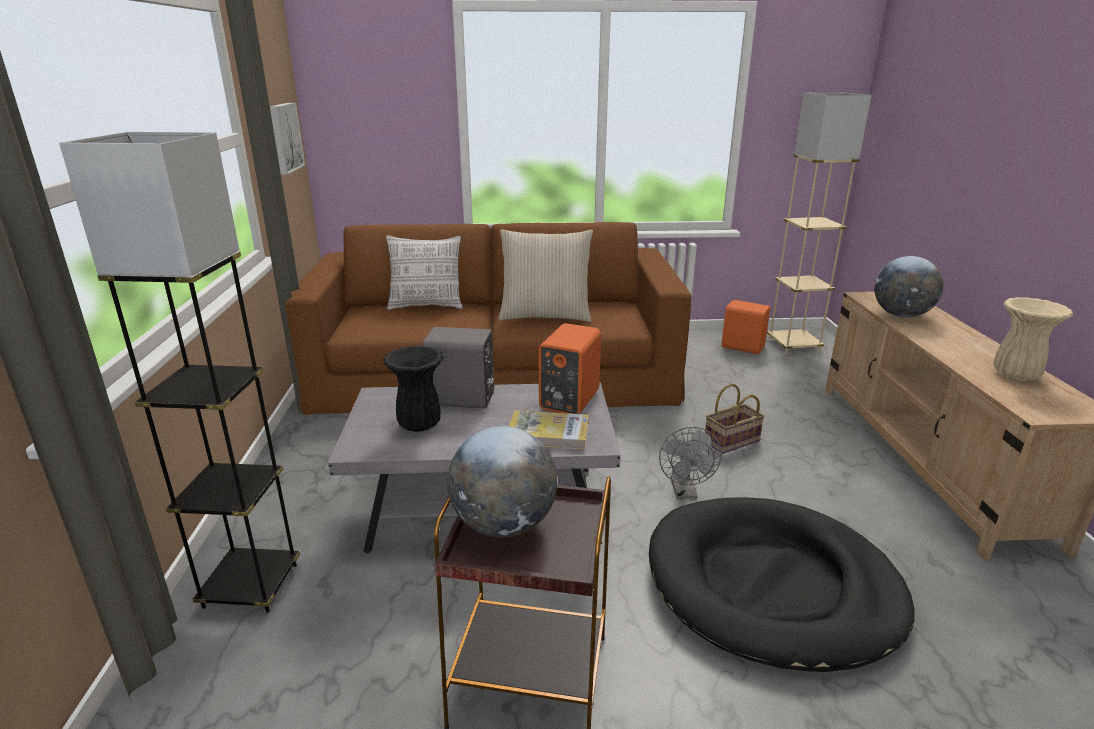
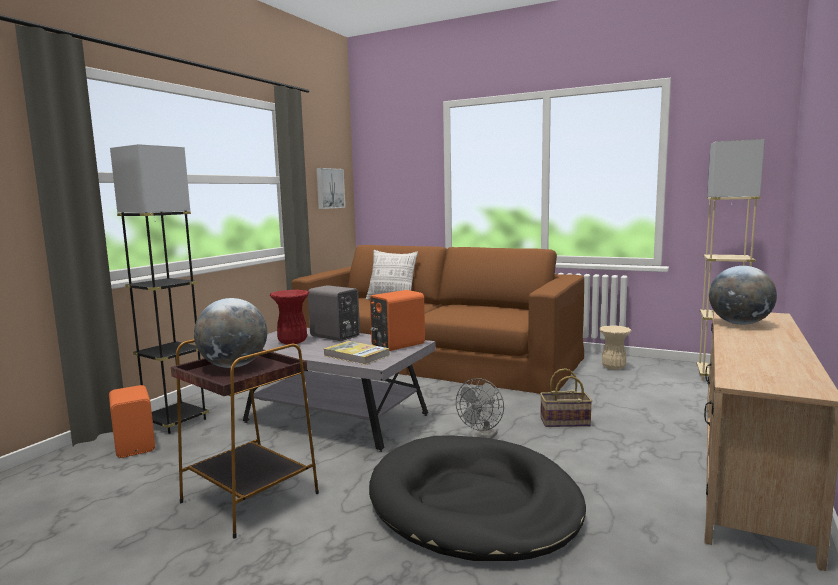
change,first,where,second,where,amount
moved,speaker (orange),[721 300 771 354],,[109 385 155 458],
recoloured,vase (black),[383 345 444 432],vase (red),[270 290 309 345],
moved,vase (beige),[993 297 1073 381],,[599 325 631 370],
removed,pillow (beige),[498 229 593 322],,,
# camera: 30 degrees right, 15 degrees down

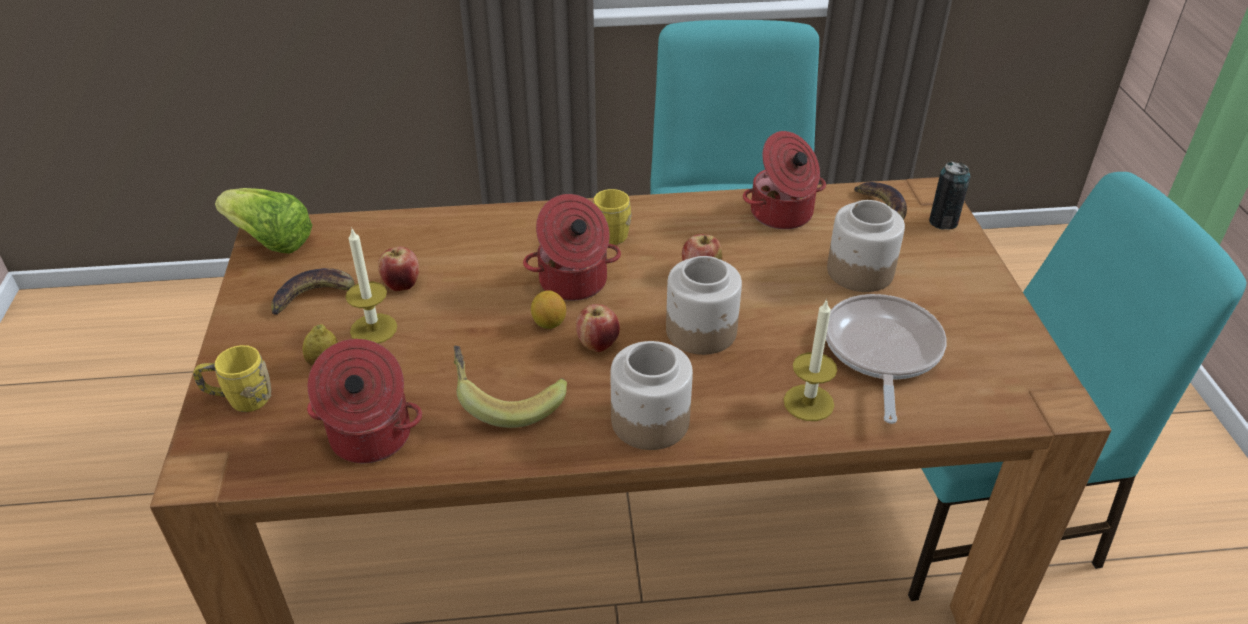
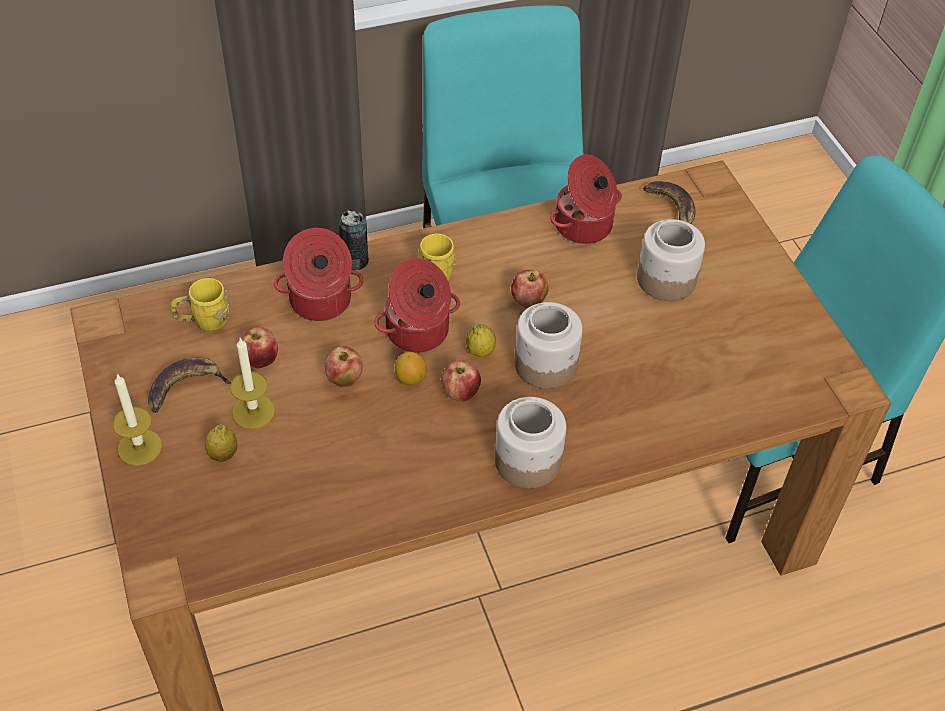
change,first,where,second,where,amount
moved,candle,[784 298 837 421],,[113 374 162 466],
moved,mug (yellow),[193 345 271 412],,[170 278 230 331],
moved,cooking pot,[307 339 422 463],,[274 228 364 321],
added,,,apple,[325 346 363 387],
moved,can,[929 161 970 230],,[339 210 369 270],
added,,,lemon,[466 323 496 357],
removed,lettuce,[215 188 312 254],,,
removed,banana,[454 345 567 428],,,
removed,frying pan,[826 294 947 424],,,
# camera: 15 degrees left, 10 degrees up

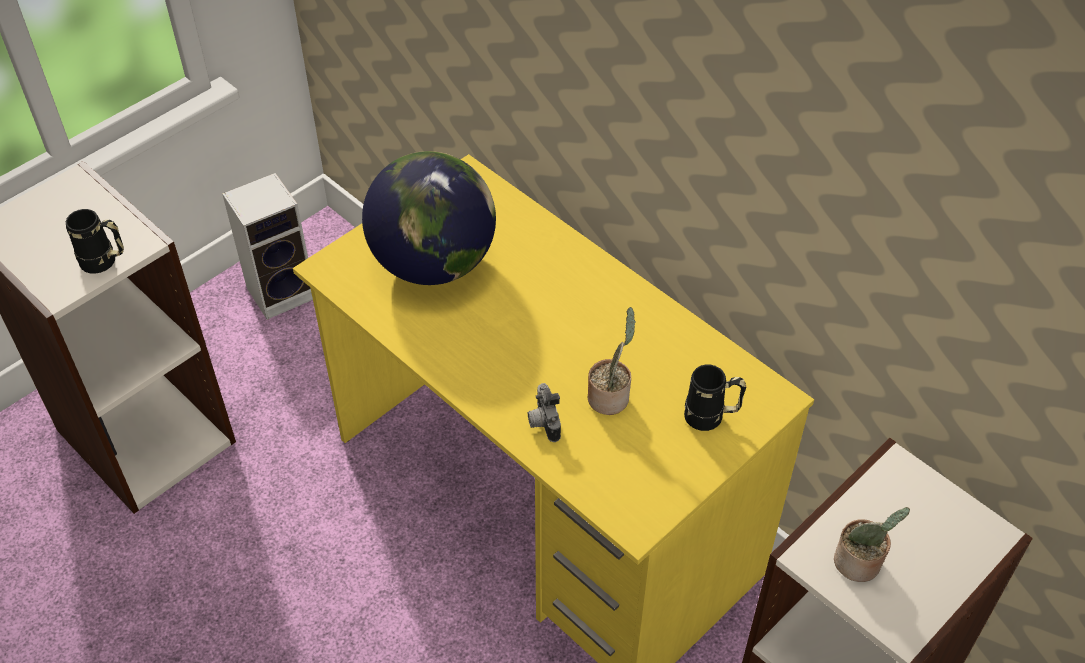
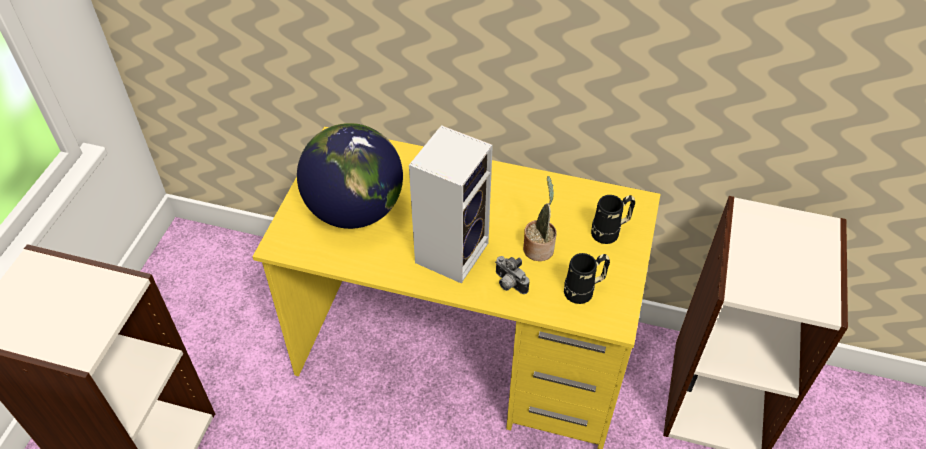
change,first,where,second,where,amount
moved,speaker,[222 173 313 320],,[409 125 493 284],
moved,mug (black),[66 209 124 274],,[564 253 610 304],
removed,potted plant,[834 507 910 582],,,
# camera: 30 degrees left, 0 degrees up

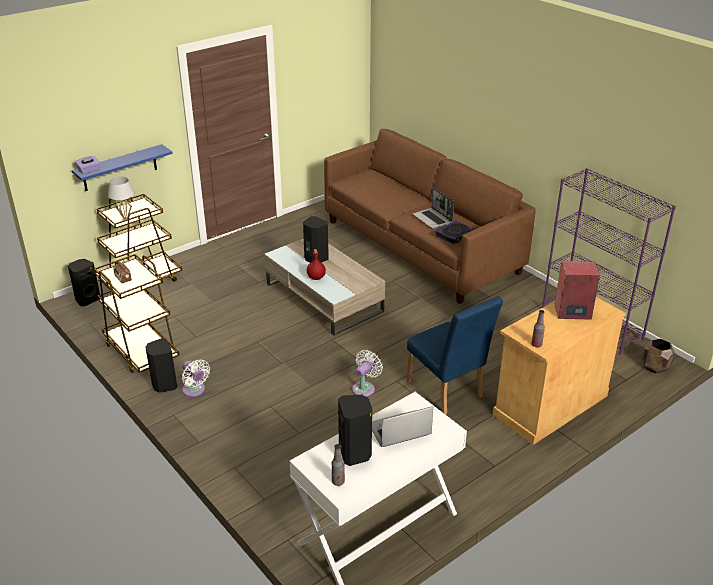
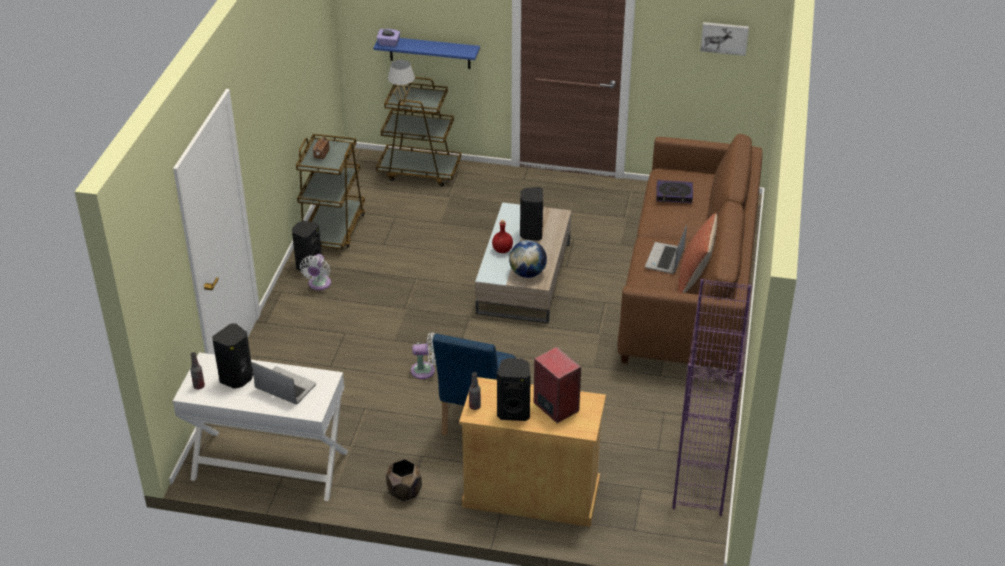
change,first,where,second,where,amount
moved,planter (brown),[642 339 675 373],,[386 459 422 501],
moved,speaker (black),[68 259 101 306],,[497 358 531 421],
added,,,globe,[509 240 547 278],
moved,book,[435 220 474 244],,[656 180 693 204],
added,,,pillow,[678 213 717 293],
added,,,picture,[700 22 749 56],
# camera: 50 degrees right, 5 degrees up

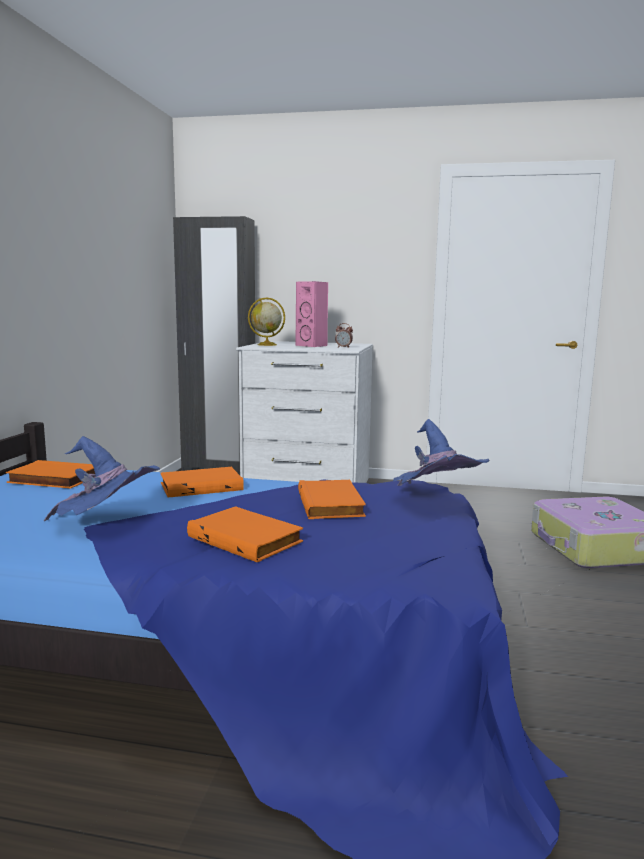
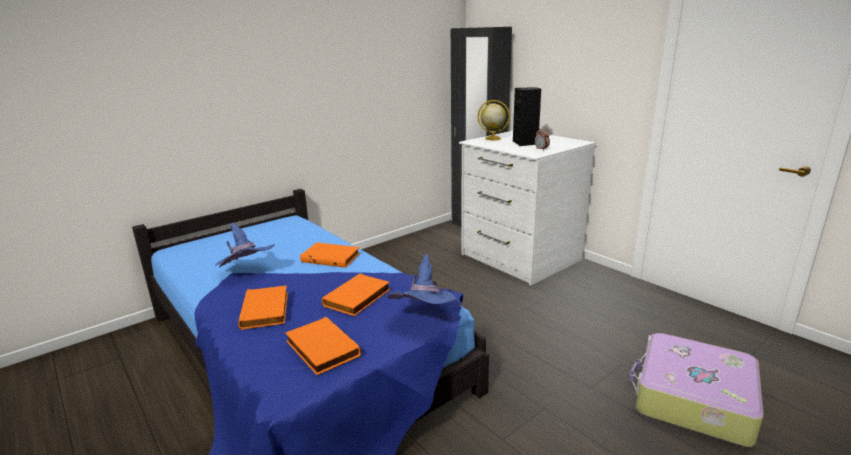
change,first,where,second,where,amount
moved,book (orange),[6 460 95 488],,[286 317 361 375],
recoloured,speaker (pink),[295 281 328 347],speaker (black),[513 87 541 146],
# camera: 40 degrees right, 10 degrees up

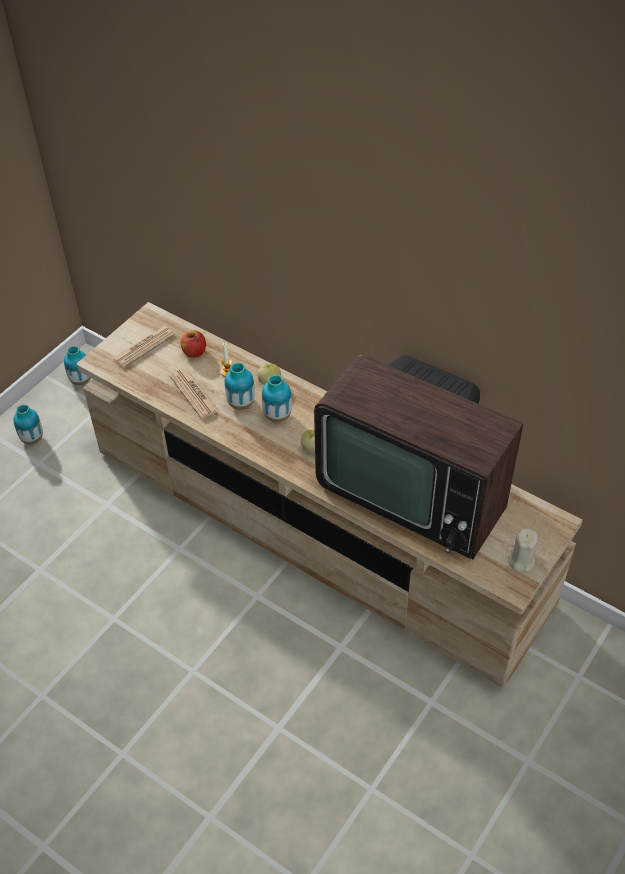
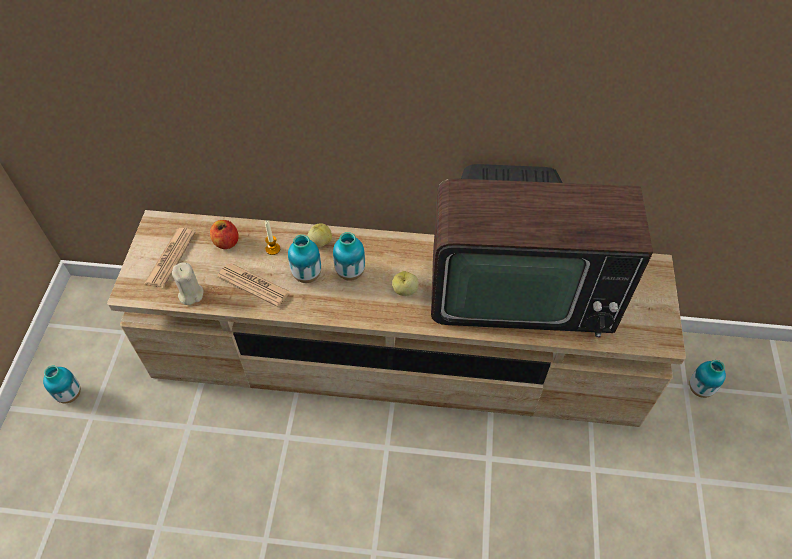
change,first,where,second,where,amount
moved,candle (beige),[508 529 538 572],,[172 262 203 305],
moved,vase,[64 346 90 385],,[689 360 726 398],
# camera: 30 degrees left, 5 degrees up

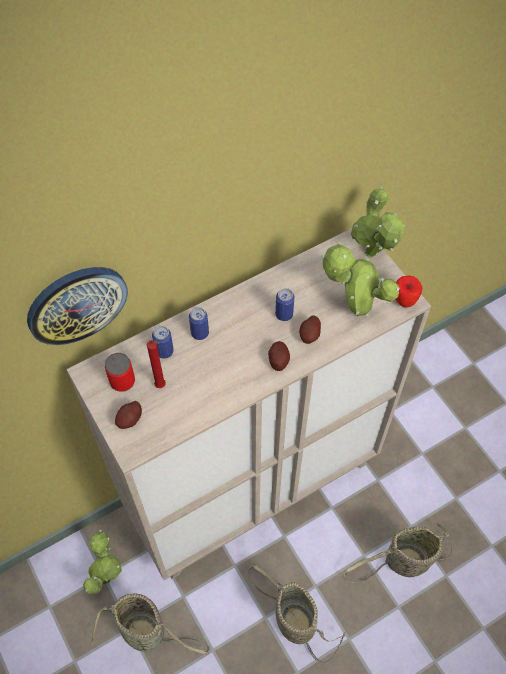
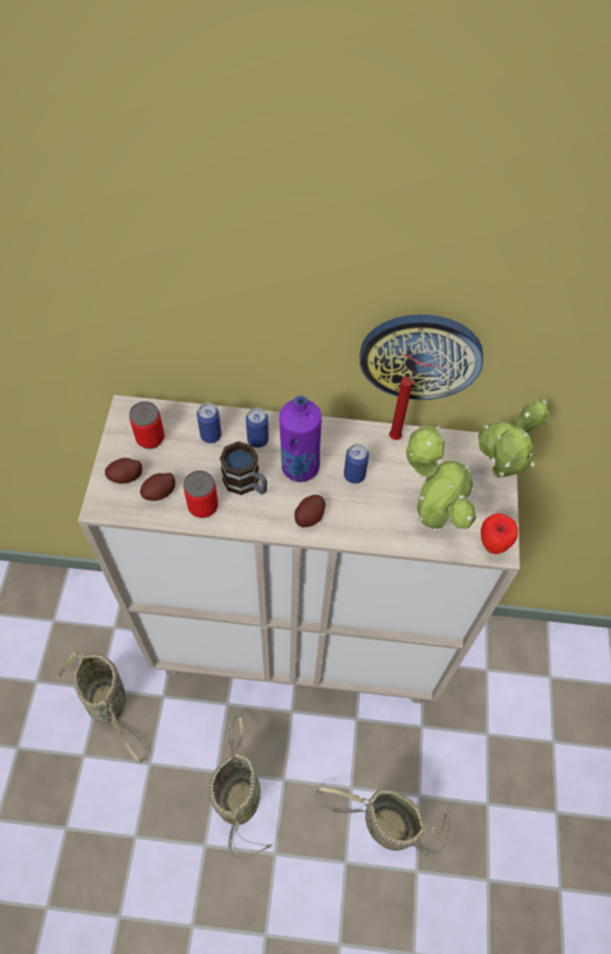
change,first,where,second,where,amount
moved,potato,[299 315 321 344],,[140 473 175 501],
added,,,can,[183 470 218 518],
added,,,mug,[220 441 267 495],
added,,,bottle (purple),[279 396 322 482],
moved,wall clock,[27 267 128 345],,[360 314 483 400],
moved,candle (red),[147 340 166 388],,[389 377 415 440],
removed,potted plant,[83 530 122 595],,,
# camera: 35 degrees right, 0 degrees up

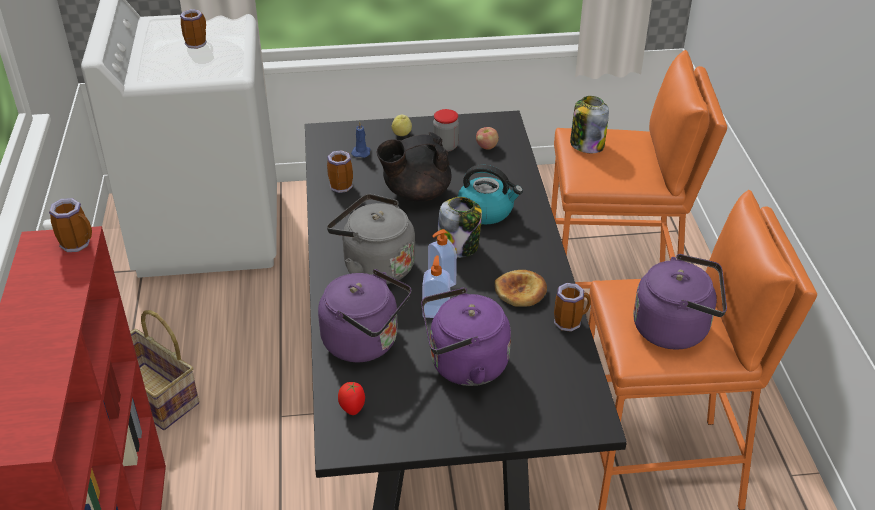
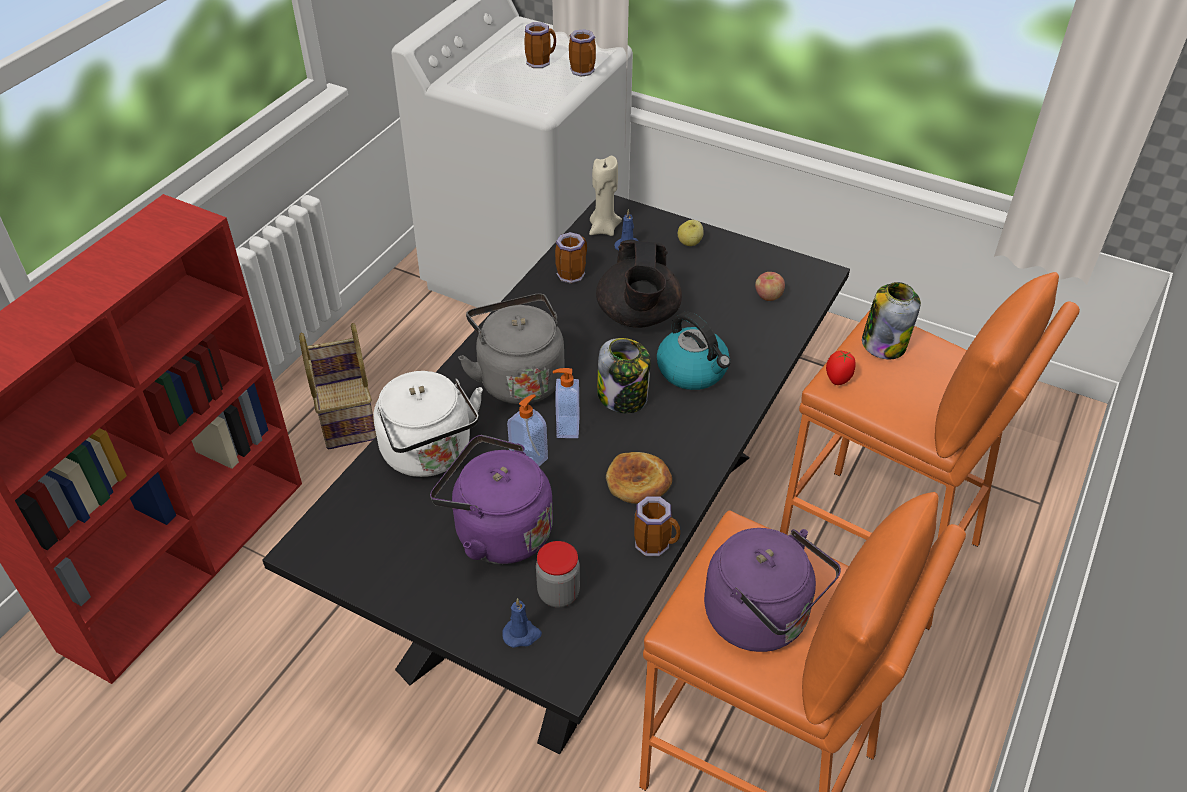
change,first,where,second,where,amount
recoloured,kettle (purple),[318 269 411 362],kettle (white),[373 371 483 477],
added,,,candle (blue),[502 598 542 648],
moved,jar,[433 109 459 152],,[536 541 580 607],
moved,mug,[49 198 92 252],,[569 29 596 77],
added,,,candle (beige),[589 156 622 236],
turned,teapot (black),[377 132 452 202],,[596 240 682 328],105 degrees counterclockwise
moved,tomato,[338 381 365 415],,[826 351 856 385],
# camera: 35 degrees right, 5 degrees up

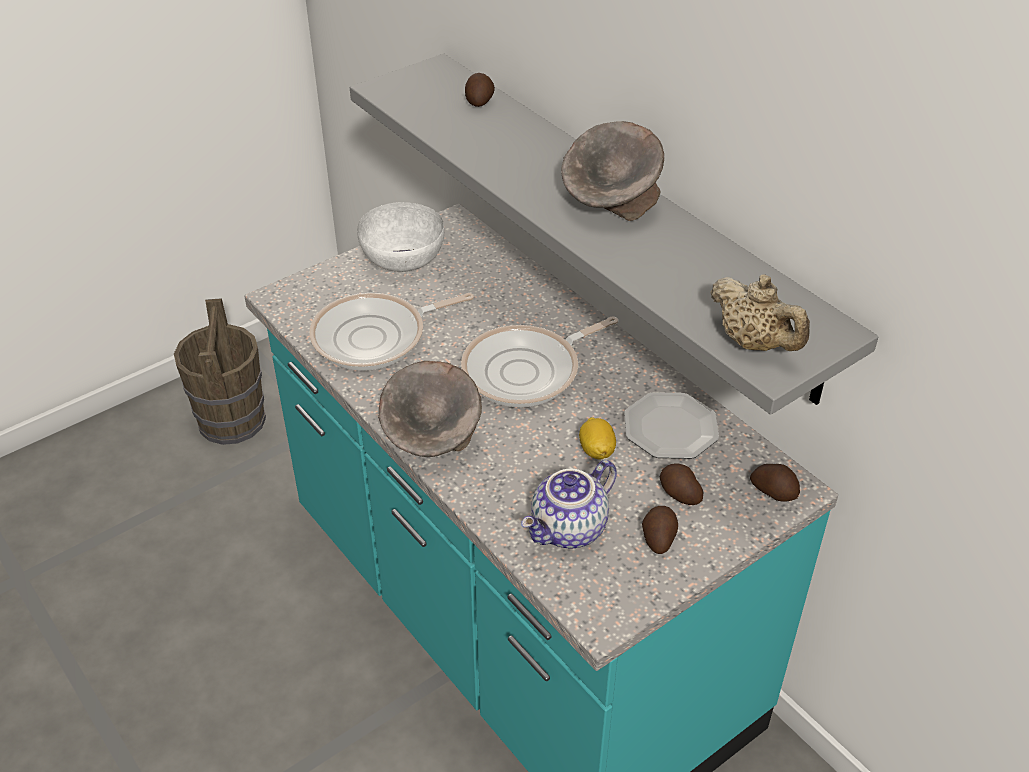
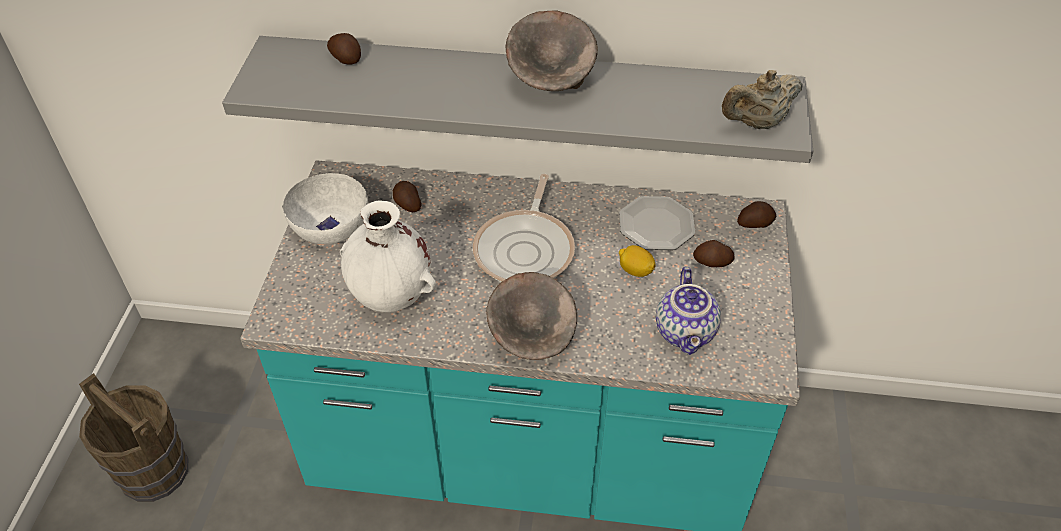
change,first,where,second,where,amount
replaced,frying pan,[309 293 474 371],vase (white),[340 201 436 312],
moved,potato,[642 506 678 554],,[393 181 422 212],
turned,teapot (beige),[710 274 810 351],,[722 70 803 129],150 degrees clockwise
# camera: 45 degrees left, 5 degrees up

